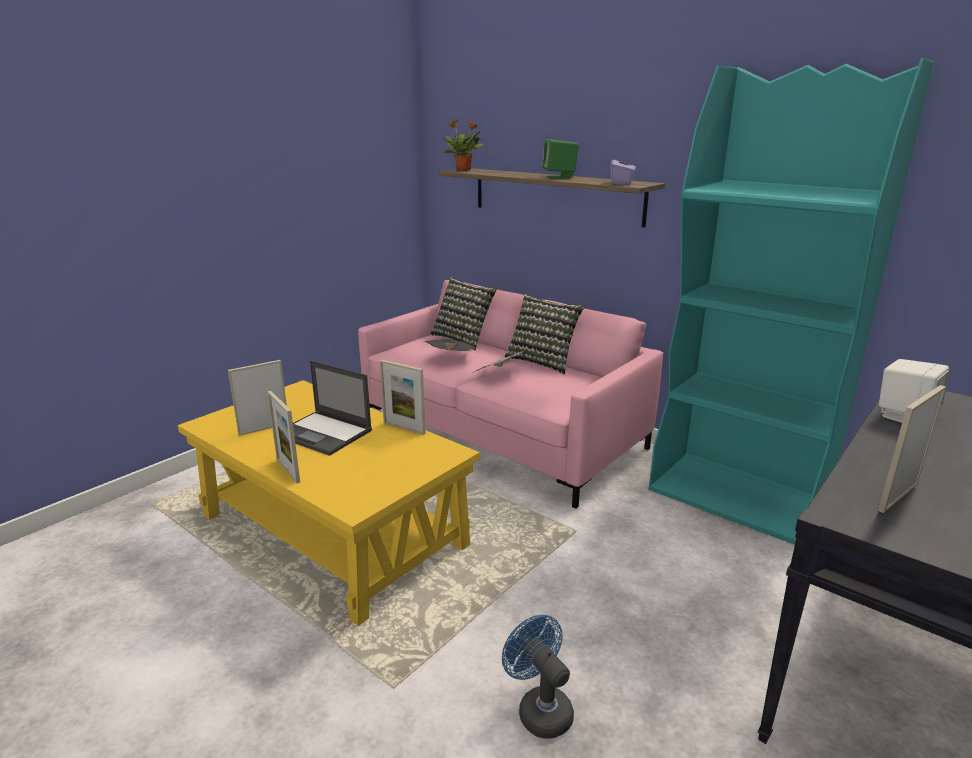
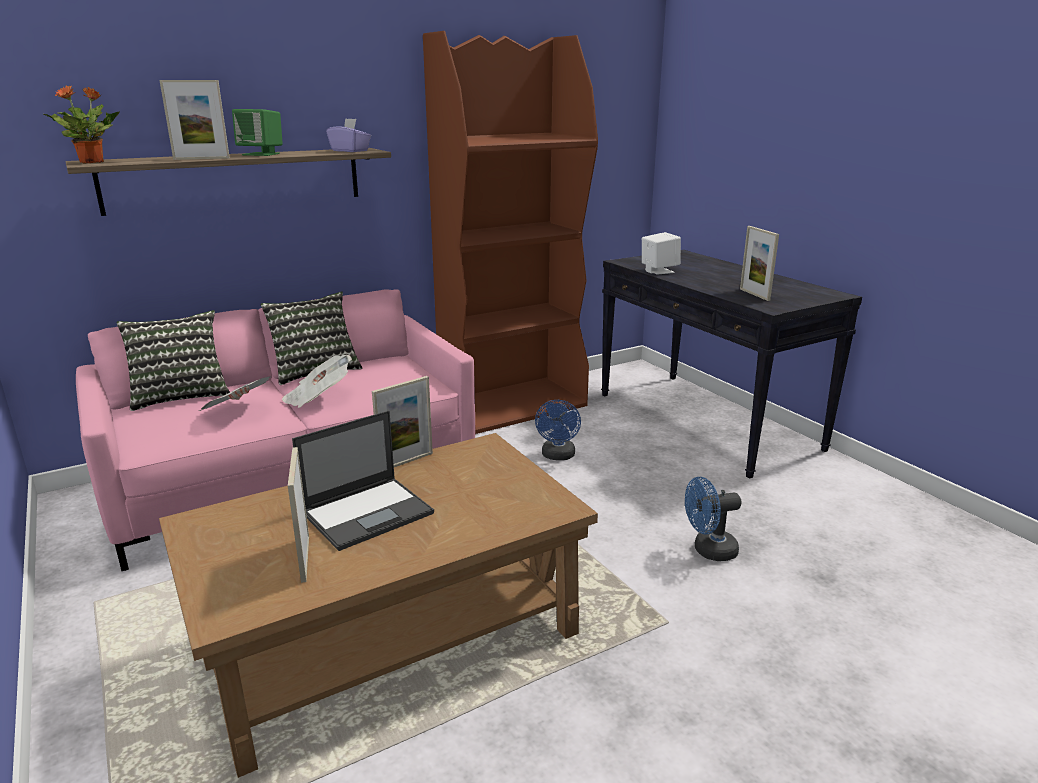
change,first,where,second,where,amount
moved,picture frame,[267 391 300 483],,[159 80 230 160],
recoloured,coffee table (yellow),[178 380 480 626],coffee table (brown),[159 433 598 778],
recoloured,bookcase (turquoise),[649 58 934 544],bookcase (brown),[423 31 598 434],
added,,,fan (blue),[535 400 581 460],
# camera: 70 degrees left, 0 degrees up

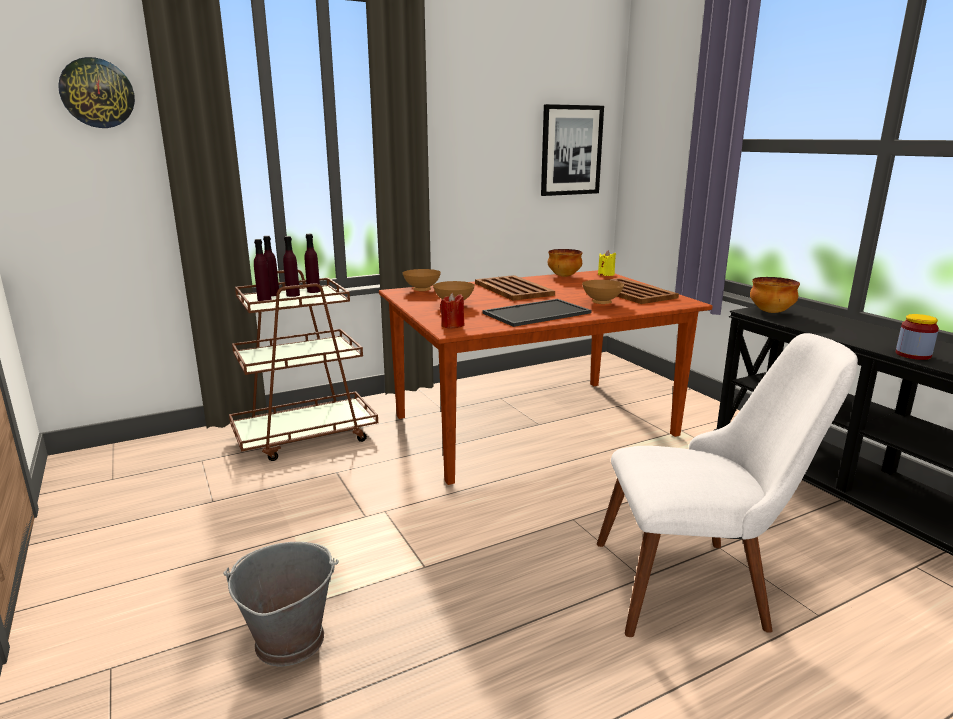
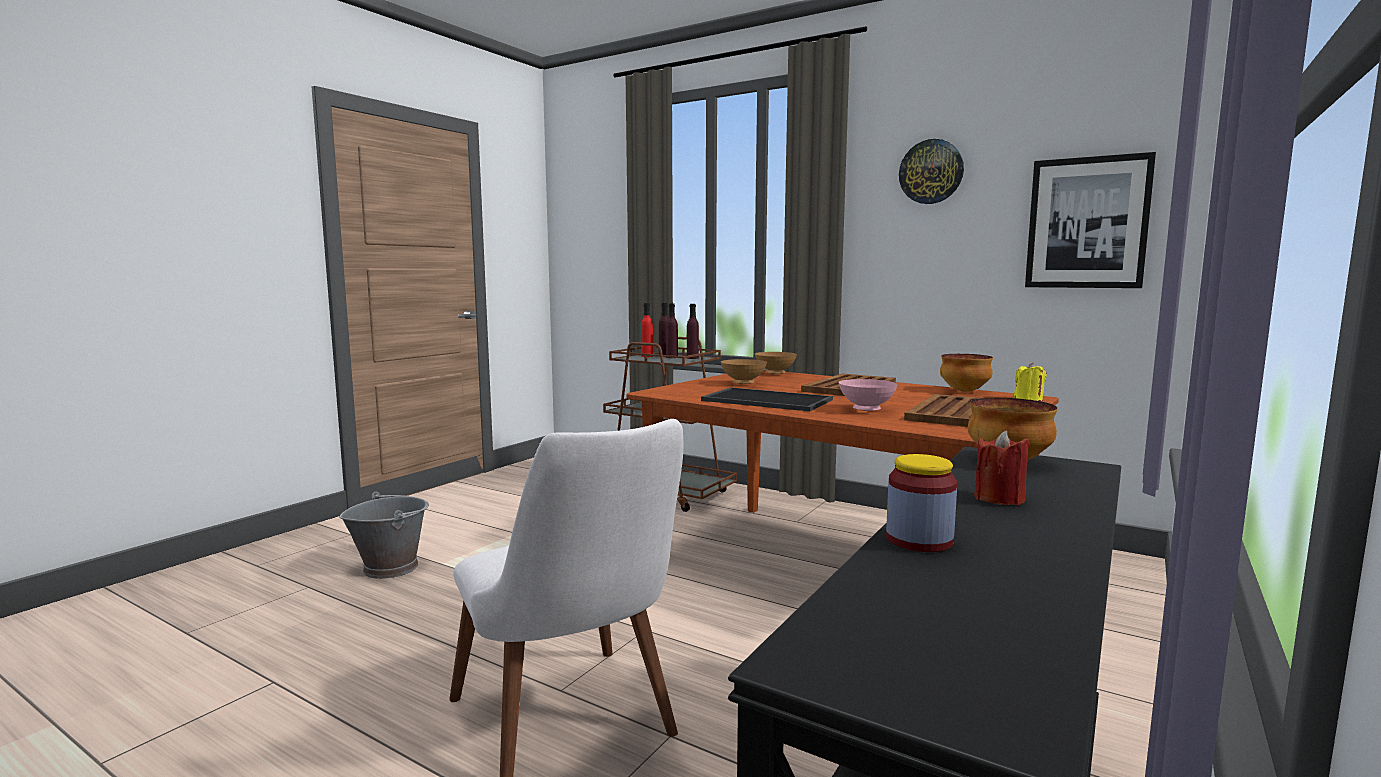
change,first,where,second,where,amount
recoloured,bottle (purple),[254 239 272 301],bottle (red),[641 303 653 357],
recoloured,bowl (brown),[582 280 624 304],bowl (pink),[839 379 898 411],
moved,wall clock,[58 57 135 128],,[899 139 964 204],
moved,candle (red),[440 293 464 329],,[974 431 1030 505],
# camera: 60 degrees right, 10 degrees down

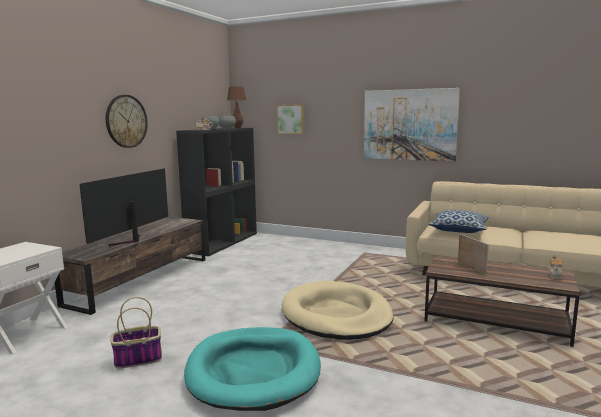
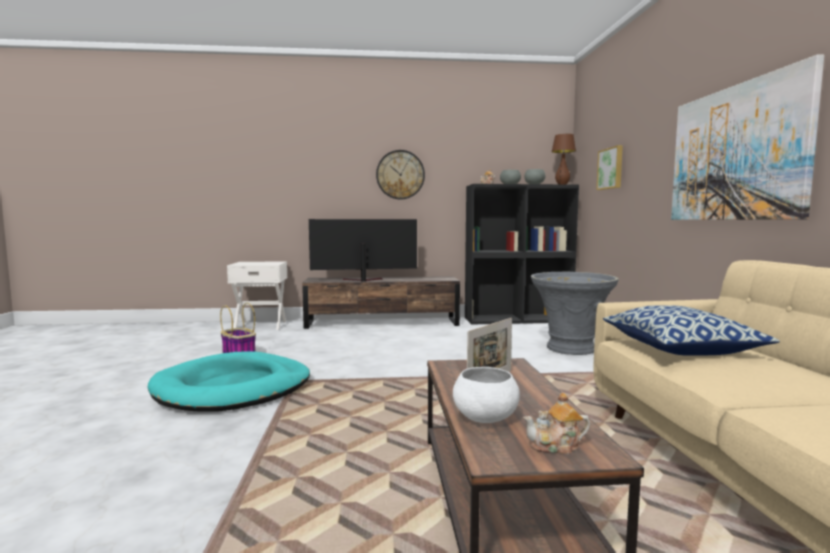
change,first,where,second,where,amount
added,,,bowl (white),[453 367 520 423],
added,,,planter (grey),[531 272 619 355],
removed,dog bed (beige),[282 281 394 340],,,
# camera: 60 degrees right, 5 degrees down

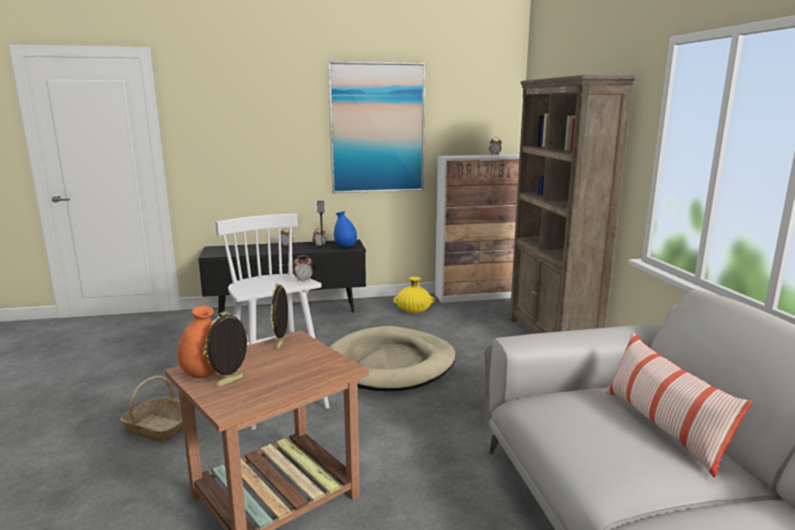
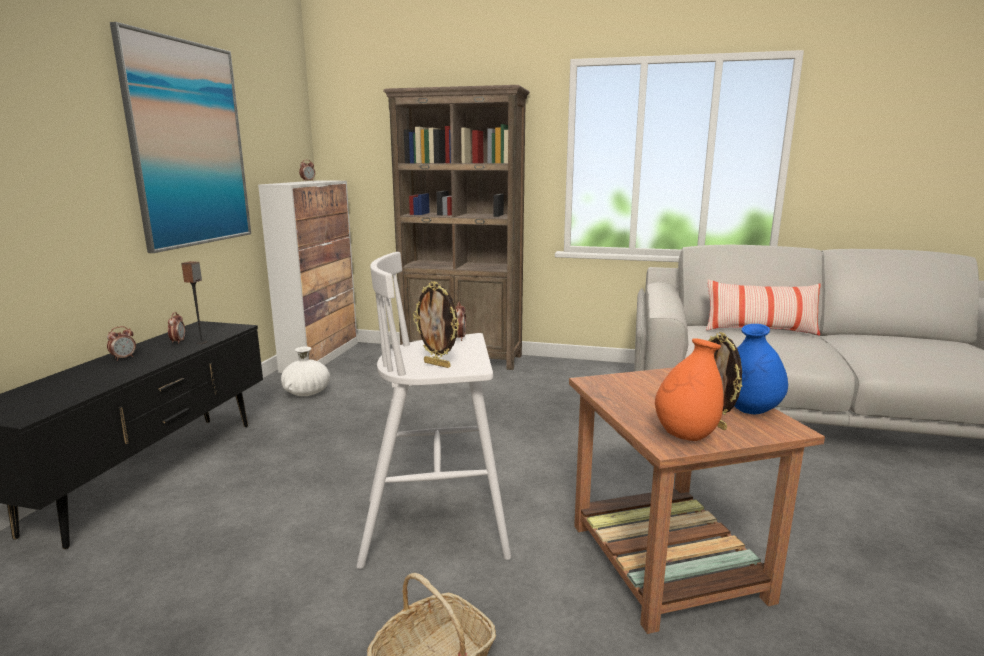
change,first,where,second,where,amount
recoloured,vase (yellow),[393 277 435 313],vase (white),[281 347 330 396],
moved,picture frame,[270 283 288 349],,[413 281 459 368],
moved,vase (blue),[334 211 357 248],,[735 324 788 414],
removed,dog bed (beige),[329 326 456 391],,,
# camera: 65 degrees left, 0 degrees up

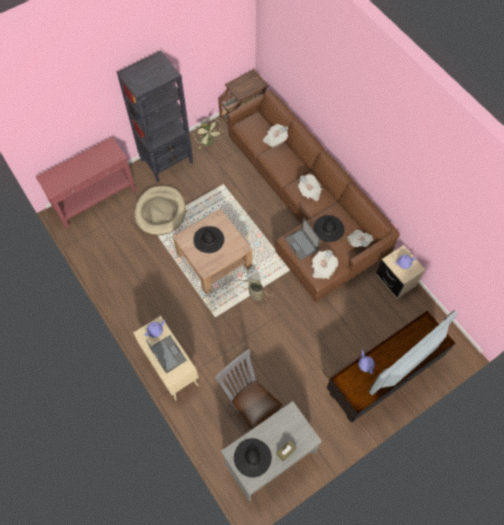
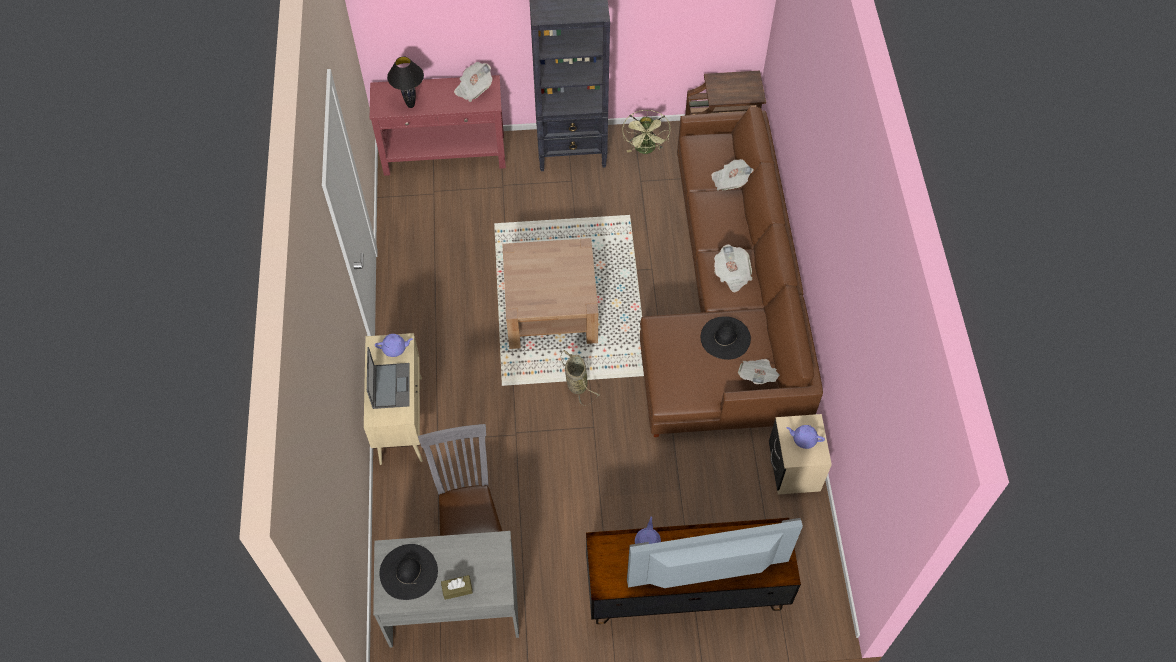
change,first,where,second,where,amount
added,,,table lamp (black),[387 56 424 108],
moved,newspaper,[312 250 338 279],,[454 62 492 102],
removed,dog bed (beige),[134 186 186 235],,,
removed,hat (black),[193 226 224 253],,,
removed,laptop,[285 218 320 260],,,
# camera: 30 degrees right, 5 degrees down

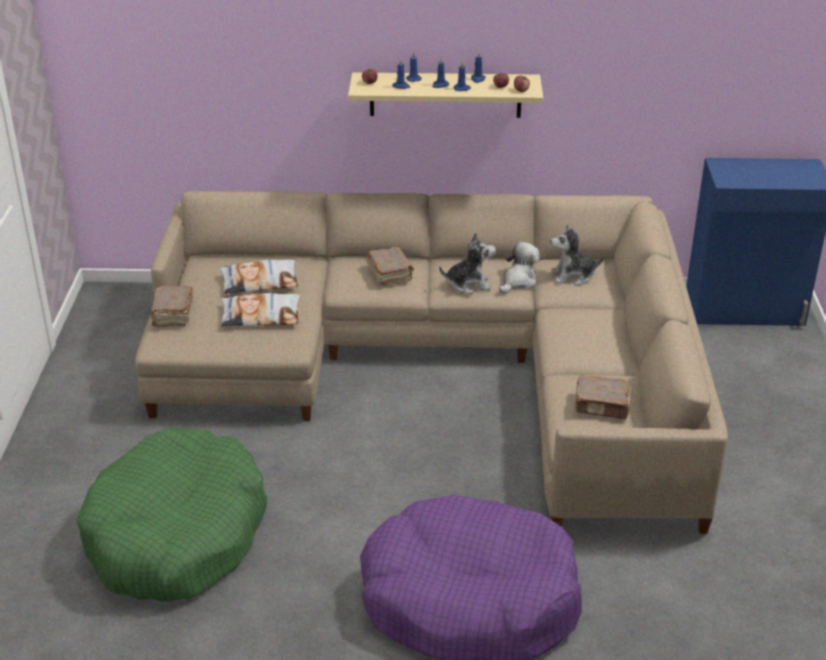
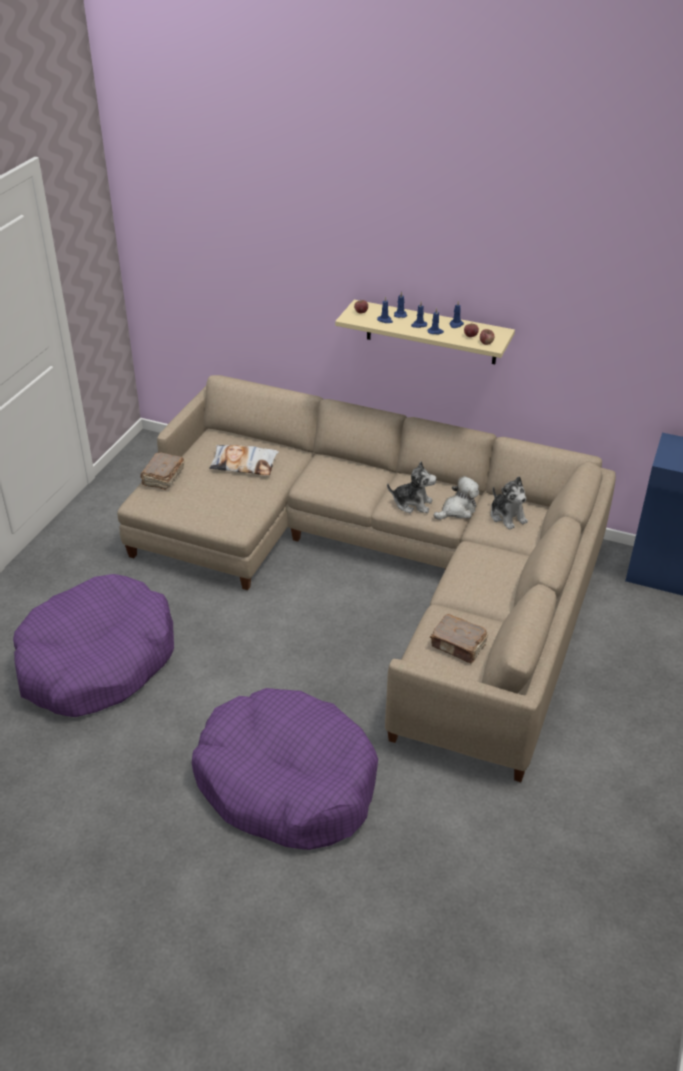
change,first,where,second,where,amount
recoloured,dog bed (green),[77 428 267 602],dog bed (purple),[13 574 174 717],
turned,plush toy,[550 224 604 286],,[491 476 528 530],135 degrees counterclockwise
removed,pillow,[221 293 300 326],,,
removed,book (brown),[366 246 414 285],,,
# camera: 20 degrees right, 5 degrees up

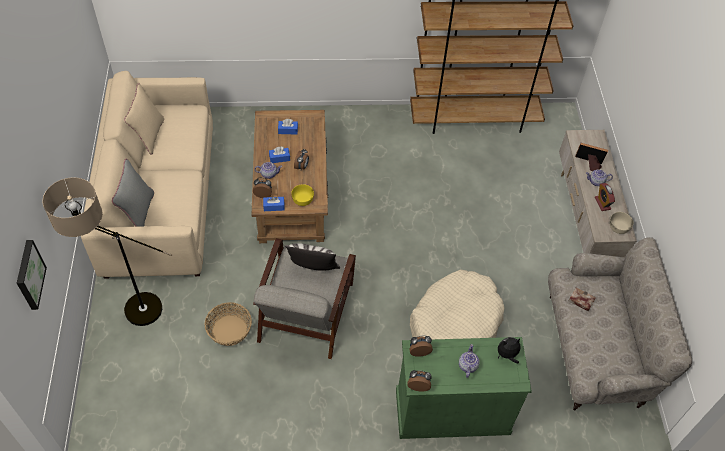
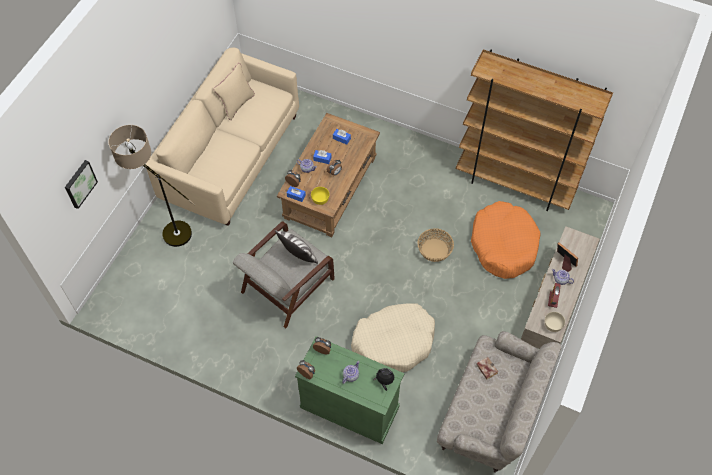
change,first,where,second,where,amount
moved,basket,[204 302 252 346],,[418 228 454 262],
added,,,dog bed (orange),[471 201 541 279],
removed,pillow (grey),[112 159 154 227],,,
# camera: 30 degrees right, 5 degrees up

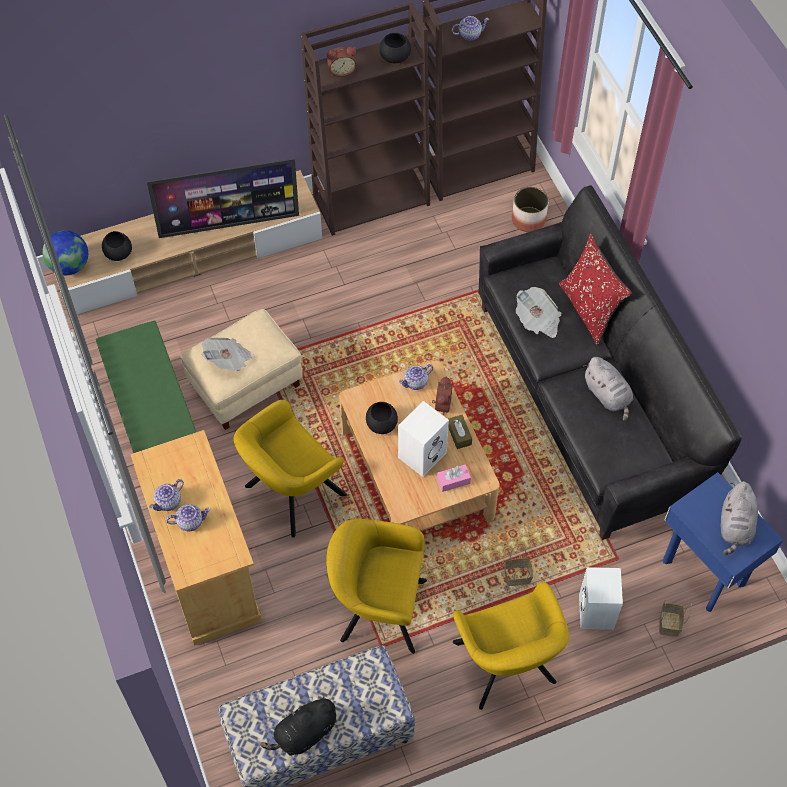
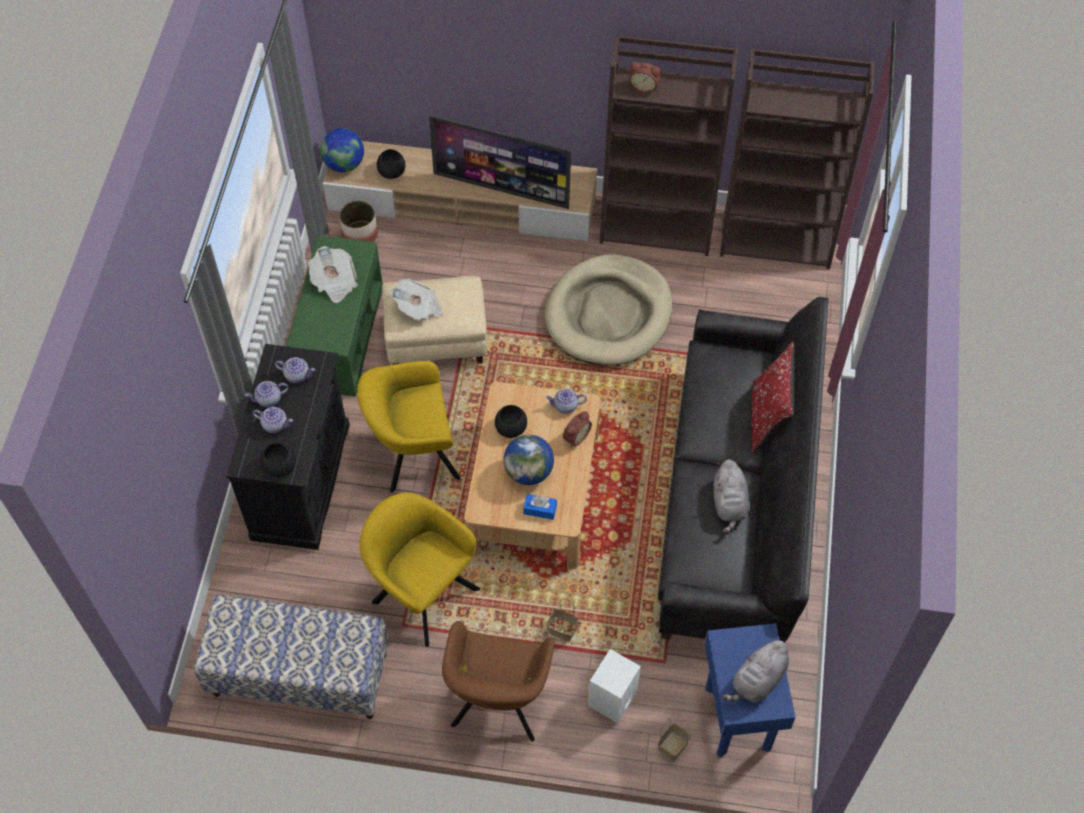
change,first,where,second,where,amount
recoloured,cabinet (beige),[130 430 262 646],cabinet (black),[226 344 350 550],
moved,bowl (black),[379 33 411 63],,[260 443 296 477],
moved,teapot,[452 16 489 41],,[275 357 315 383],
moved,newspaper,[515 287 562 338],,[308 246 358 303],
moved,planter,[512 187 549 232],,[339 201 378 242],
recoloured,armchair (yellow),[453 582 569 710],armchair (brown),[442 621 555 742],
replaced,speaker (white),[398 401 449 477],globe,[504 435 554 485],
recoloured,tissue box (pink),[437 464 471 492],tissue box (blue),[523 494 557 520],
added,,,dog bed (beige),[544 254 672 366],
removed,plush toy (black),[260 694 336 755],,,
removed,tissue box (brown),[448 415 472 449],,,
# camera: 30 degrees right, 0 degrees up

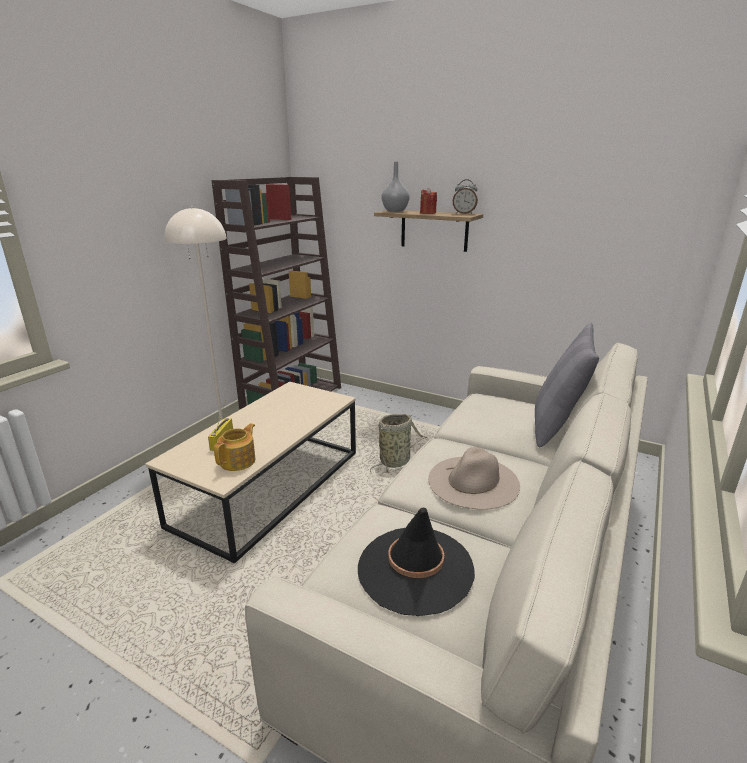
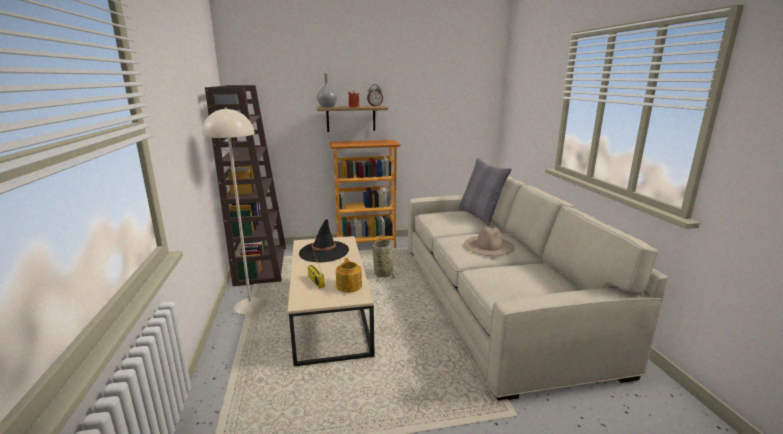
change,first,where,second,where,amount
moved,hat (black),[358 508 475 616],,[299 219 349 263],
added,,,bookcase,[329 140 401 248],
# camera: 40 degrees left, 5 degrees down

